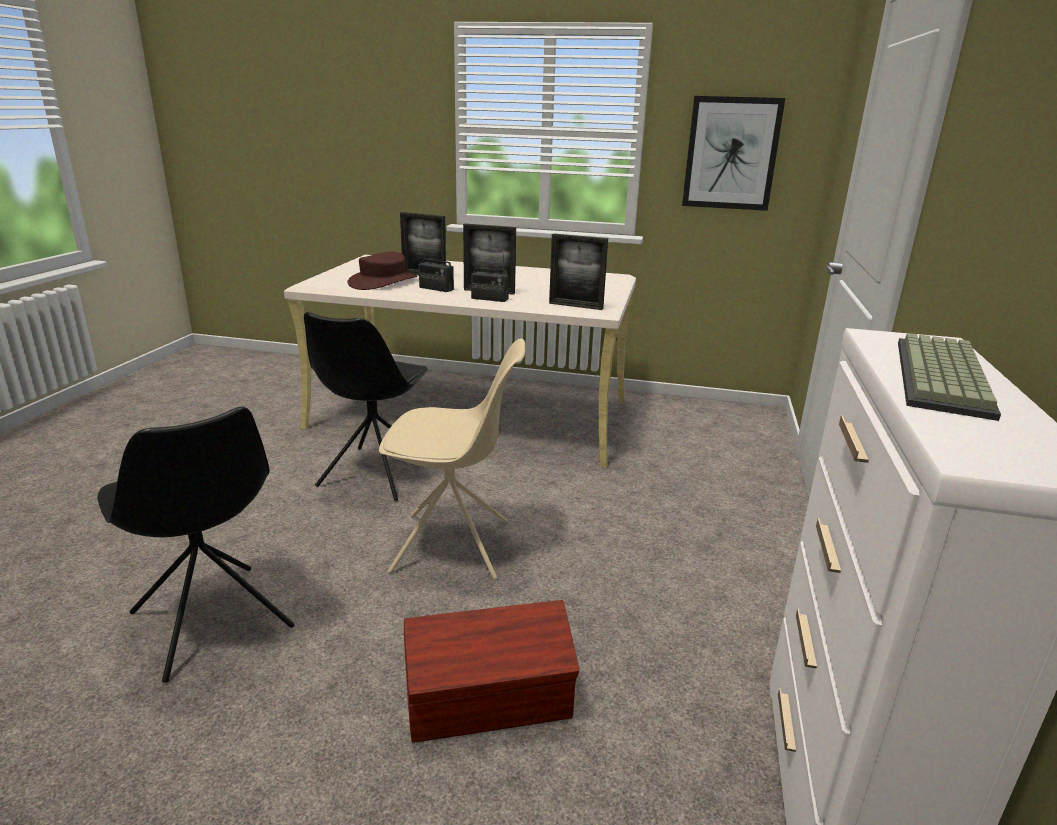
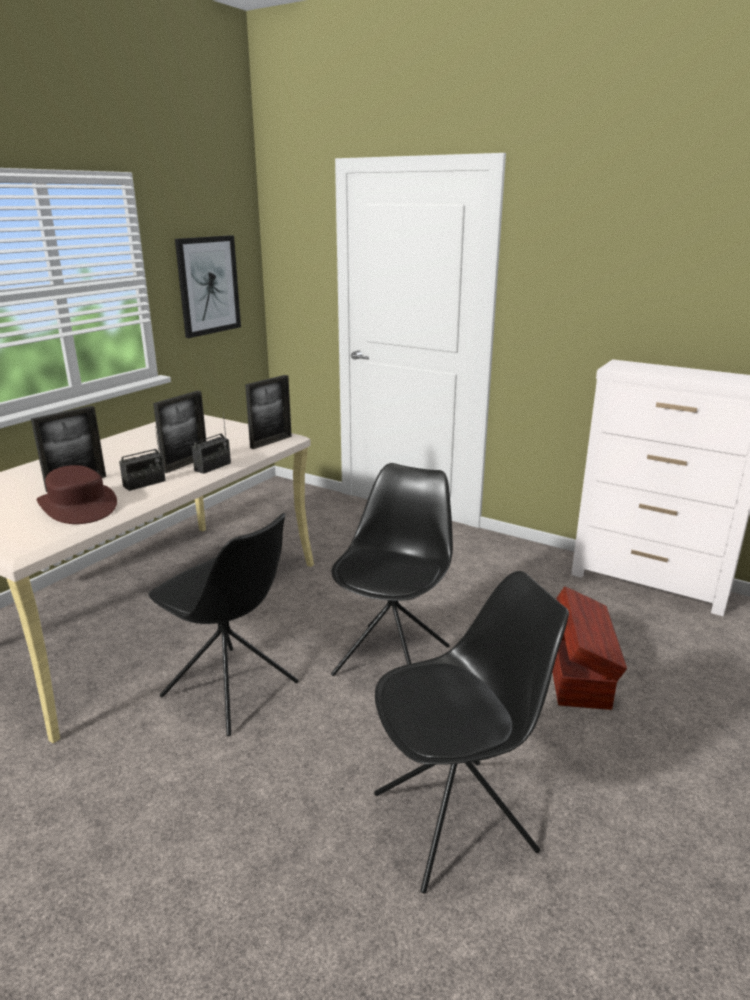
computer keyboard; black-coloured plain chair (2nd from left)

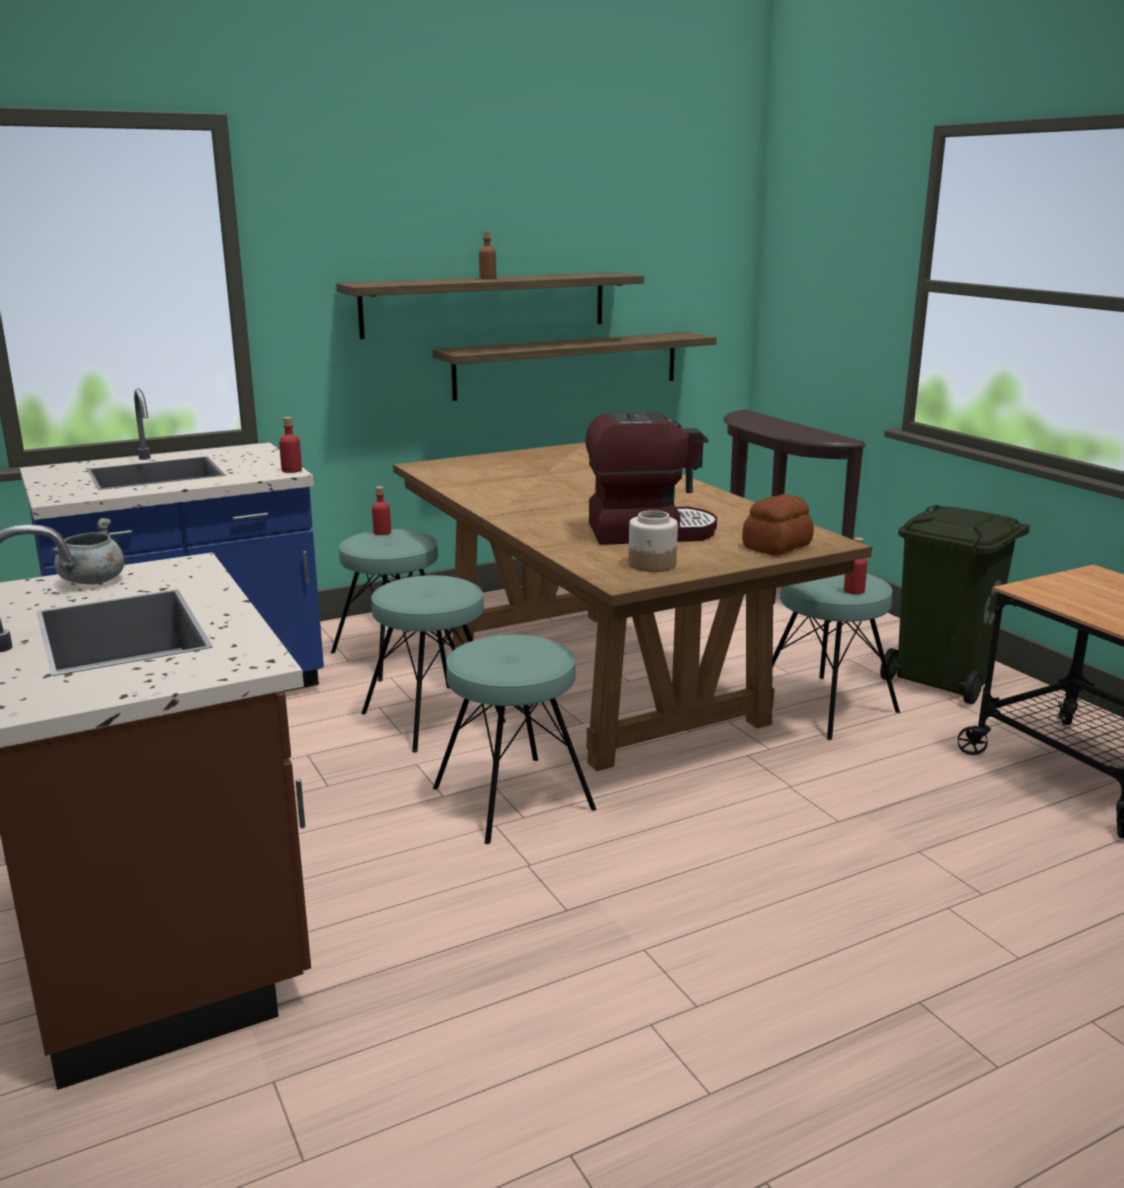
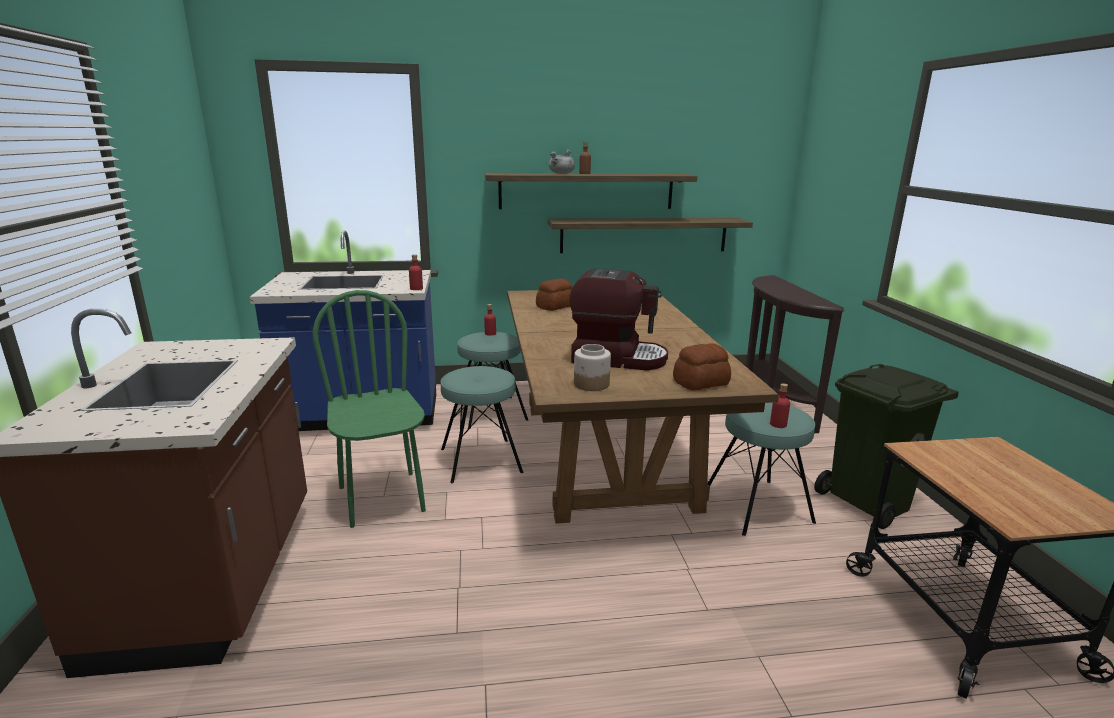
turquoise-coloured sitting stool (3rd from left in the first image); green plain chair; baked bread (1st from left); greyish cooking pot

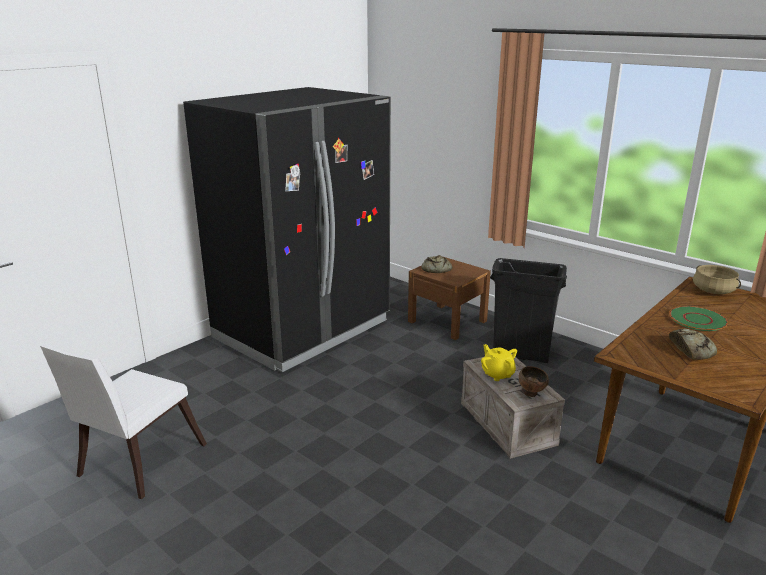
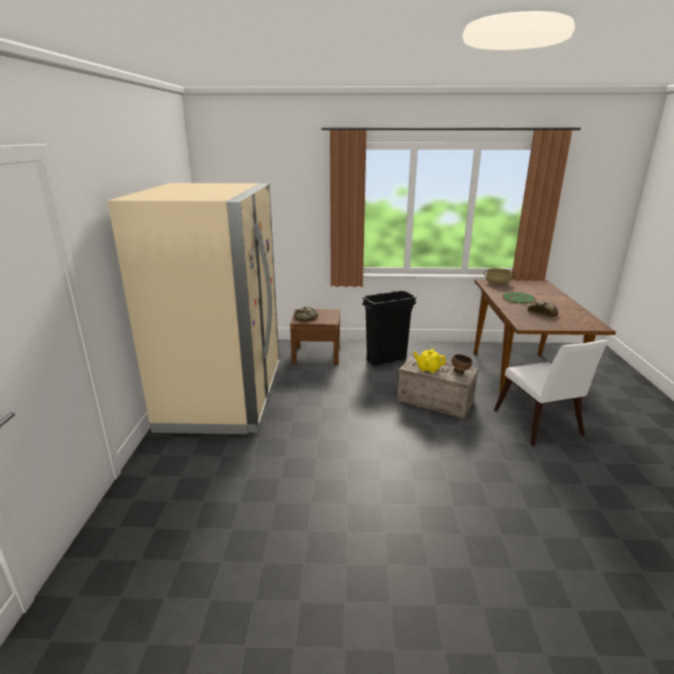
white plain chair; sand-coloured fridge

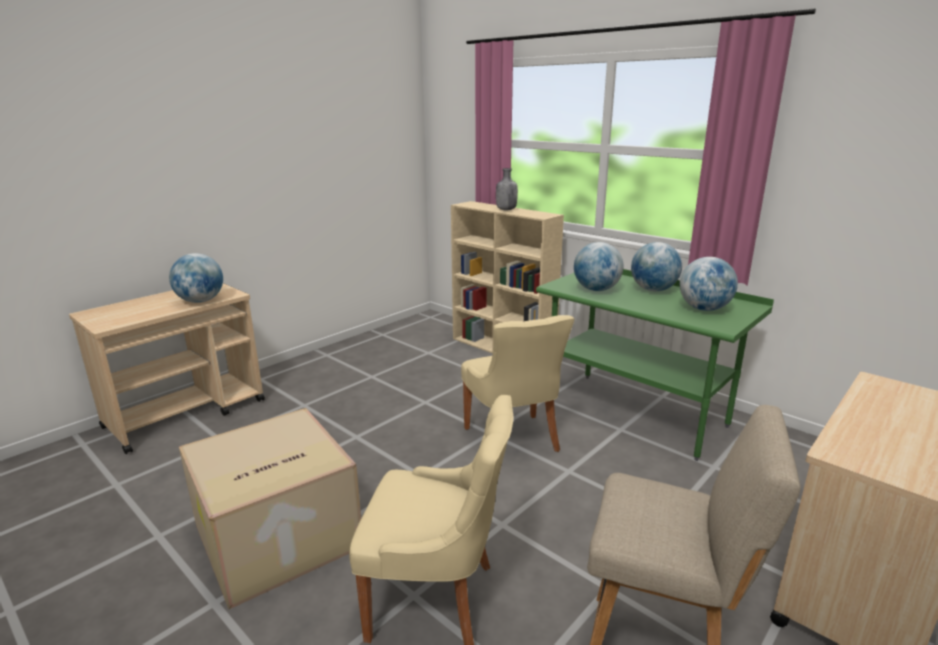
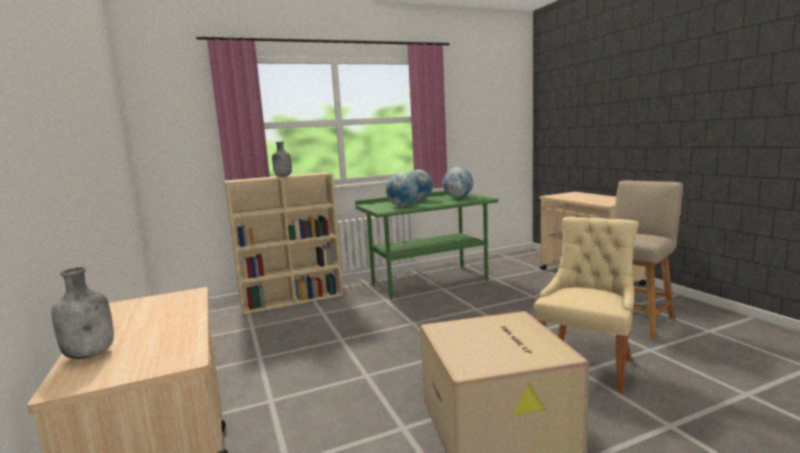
world globe (1st from left in the first image); sand-coloured plain chair (2nd from left in the first image); greyish drink bottle (1st from left)

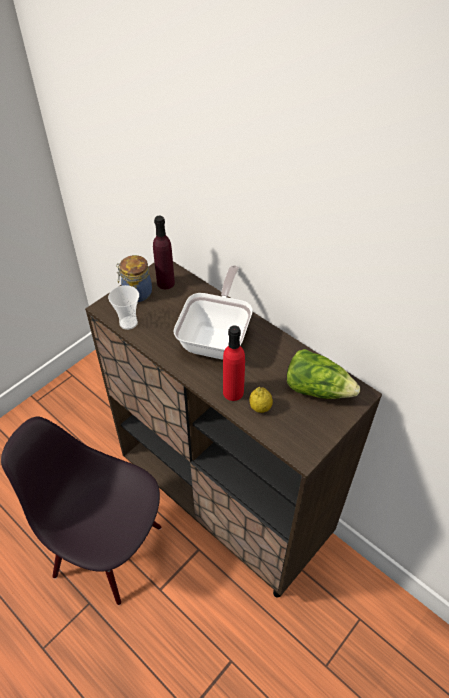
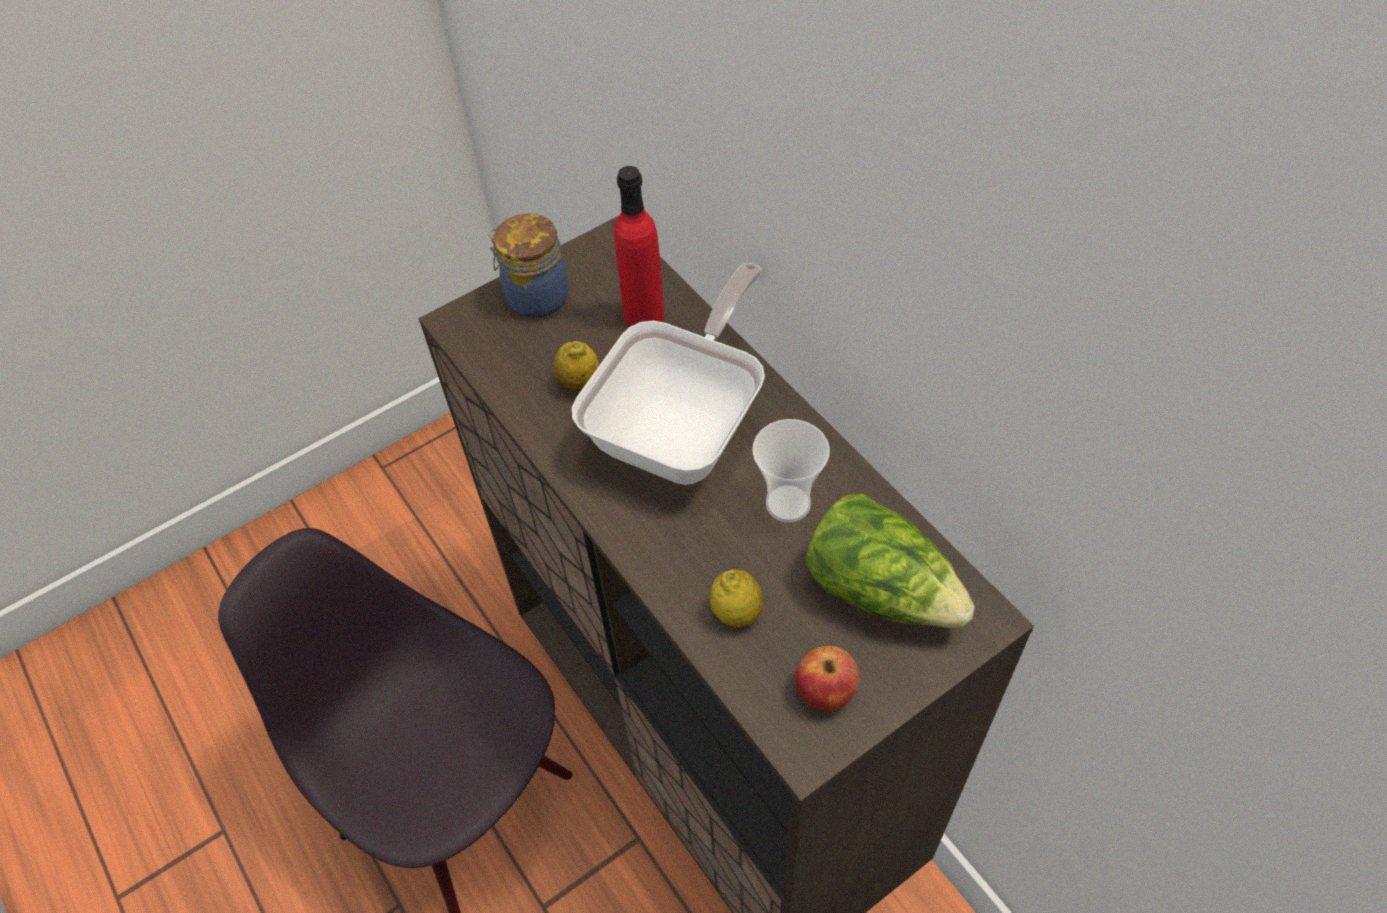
purple drink bottle; citrus fruit (1st from left); apple fruit; cup; red-coloured drink bottle

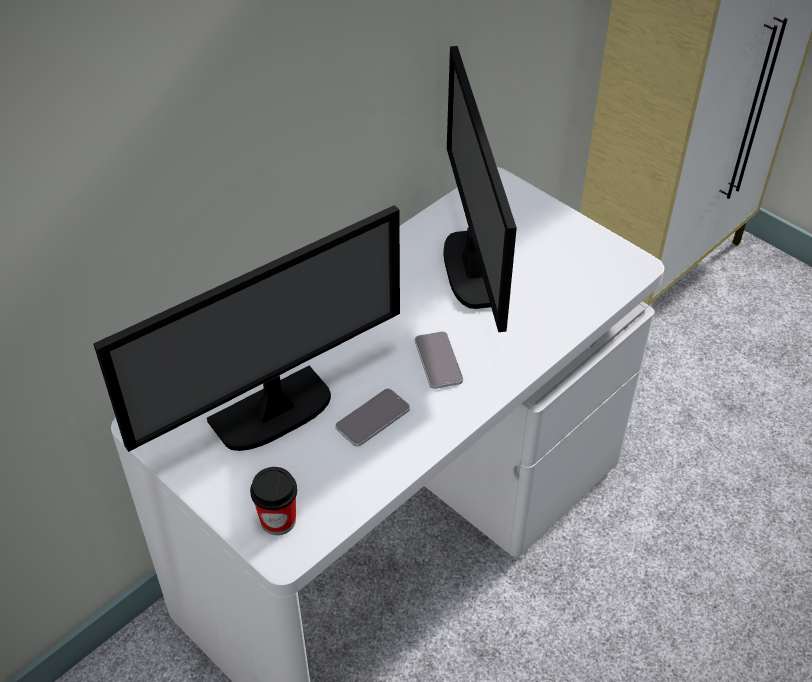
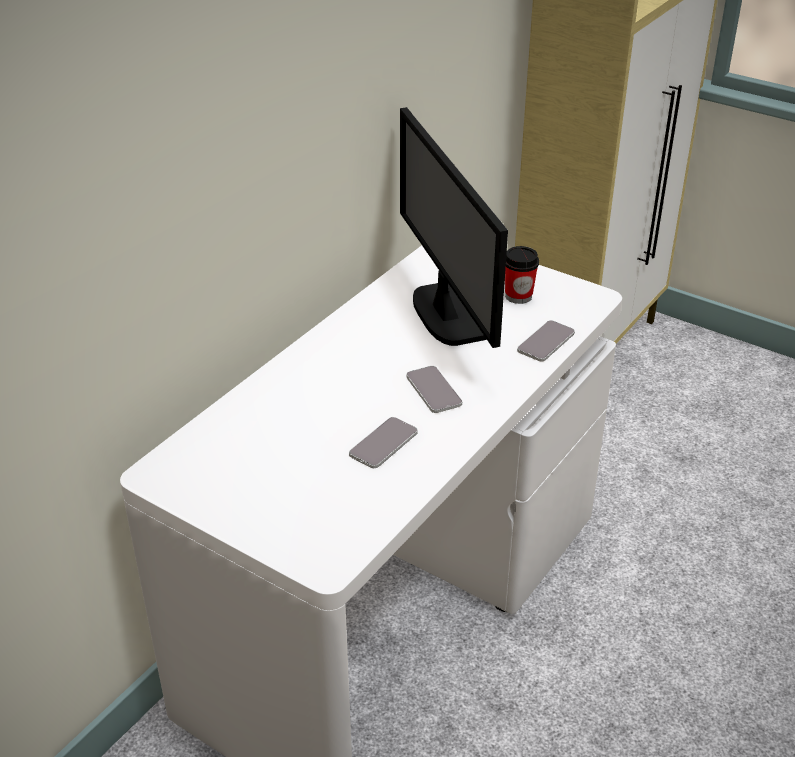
computer screen (1st from left in the first image); phone (3rd from left); cup

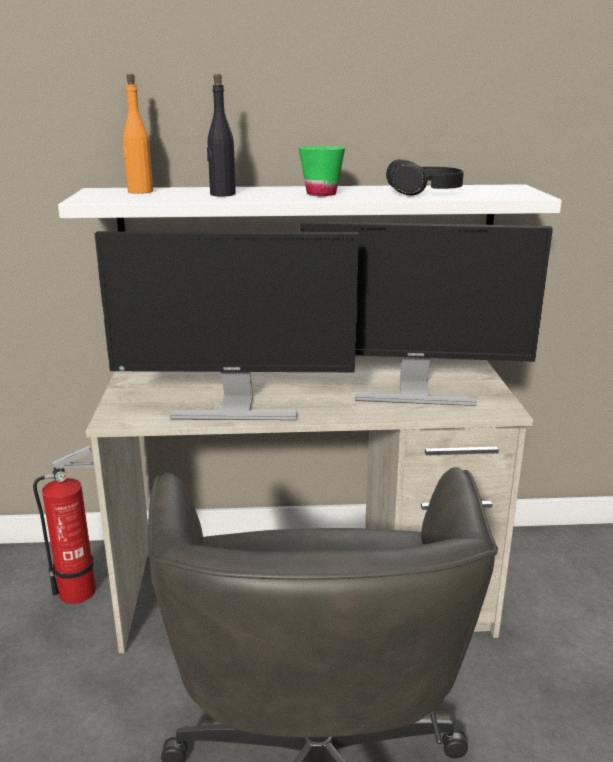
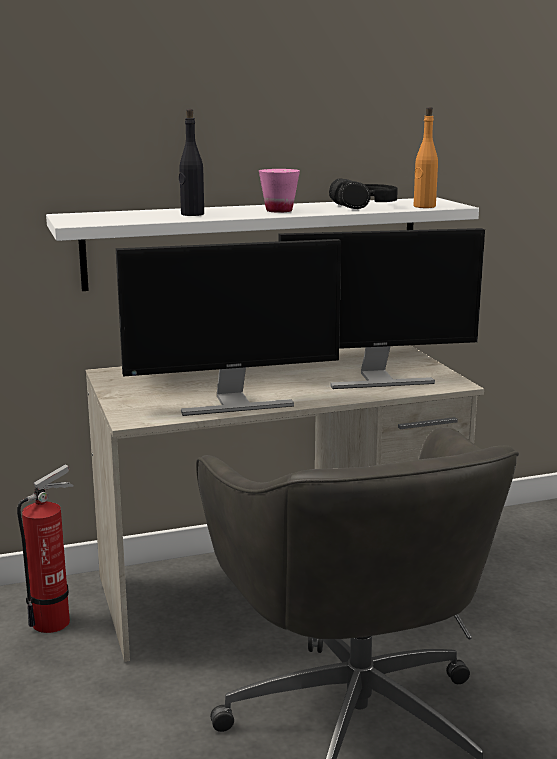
orangey drink bottle; pinkish cup

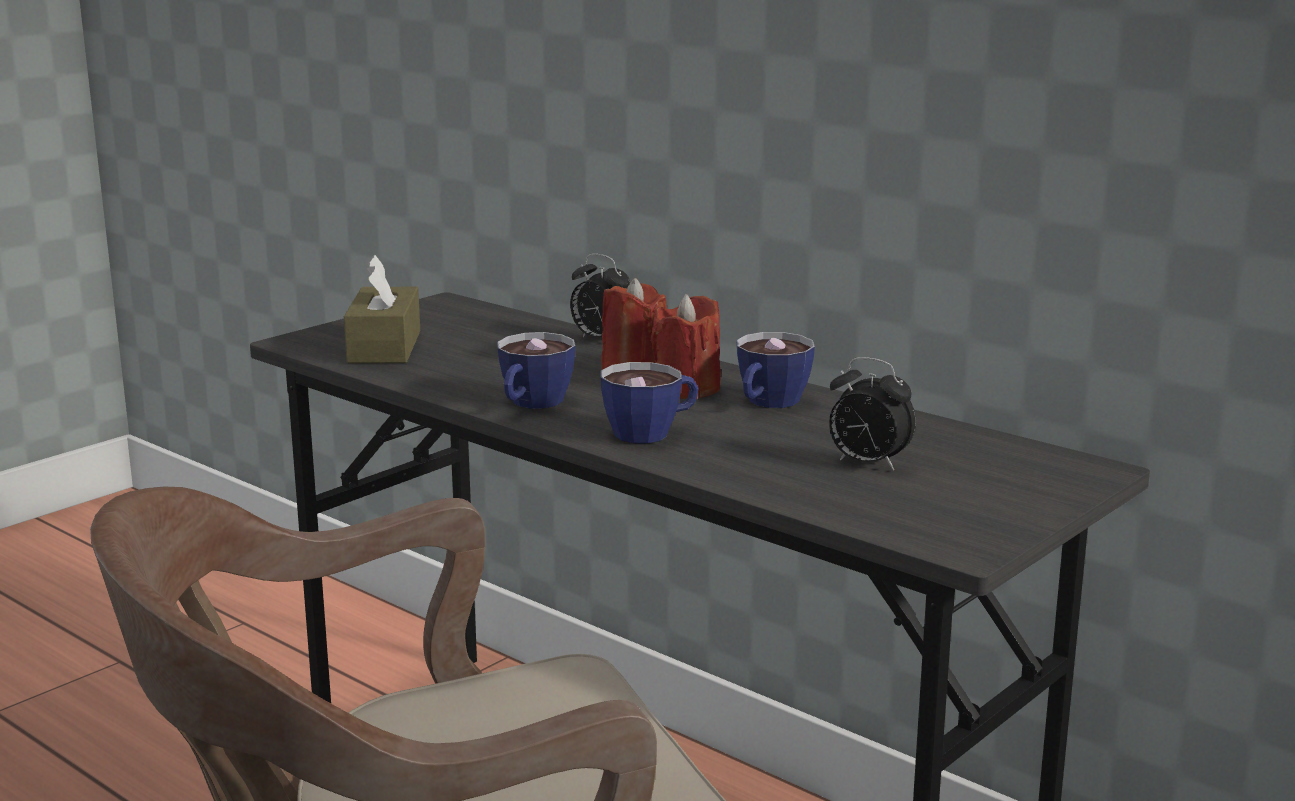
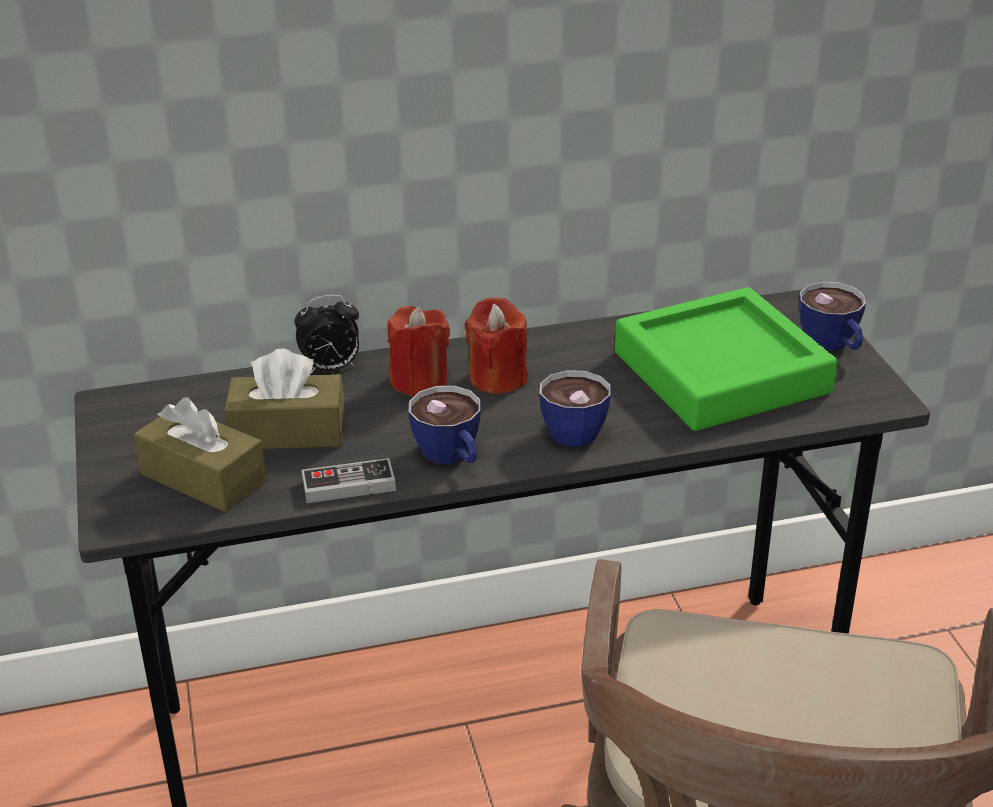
brown-coloured tissue holder (2nd from left); joypad; cup (3rd from left); green tray

